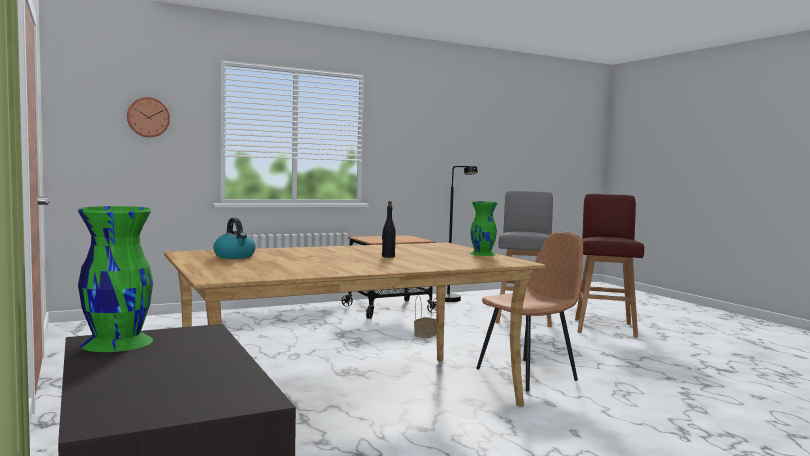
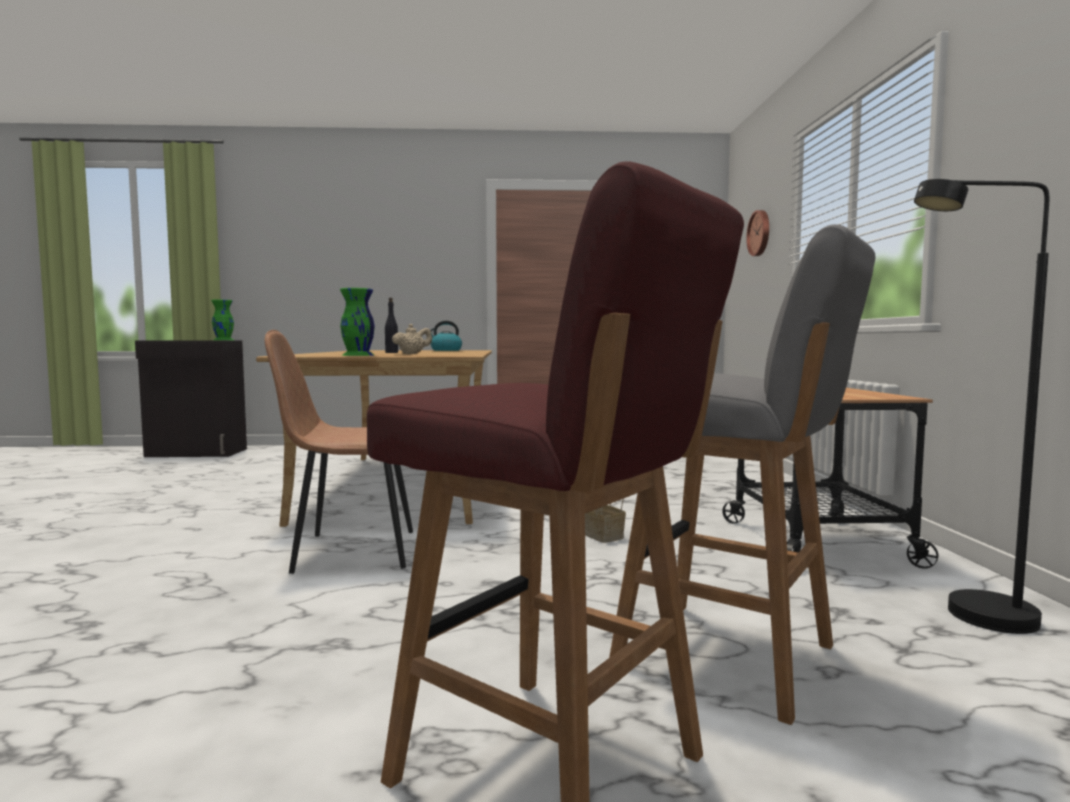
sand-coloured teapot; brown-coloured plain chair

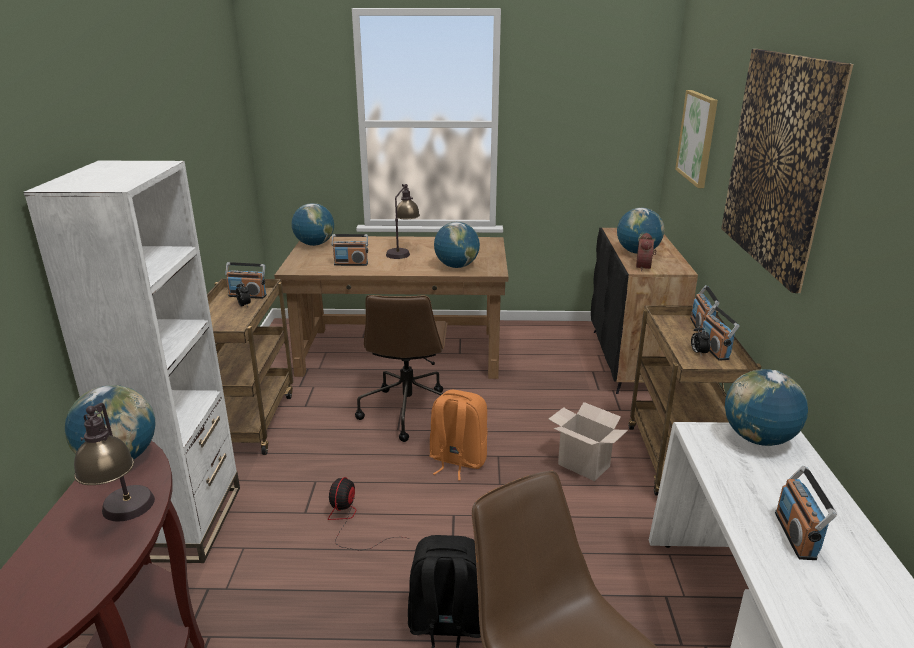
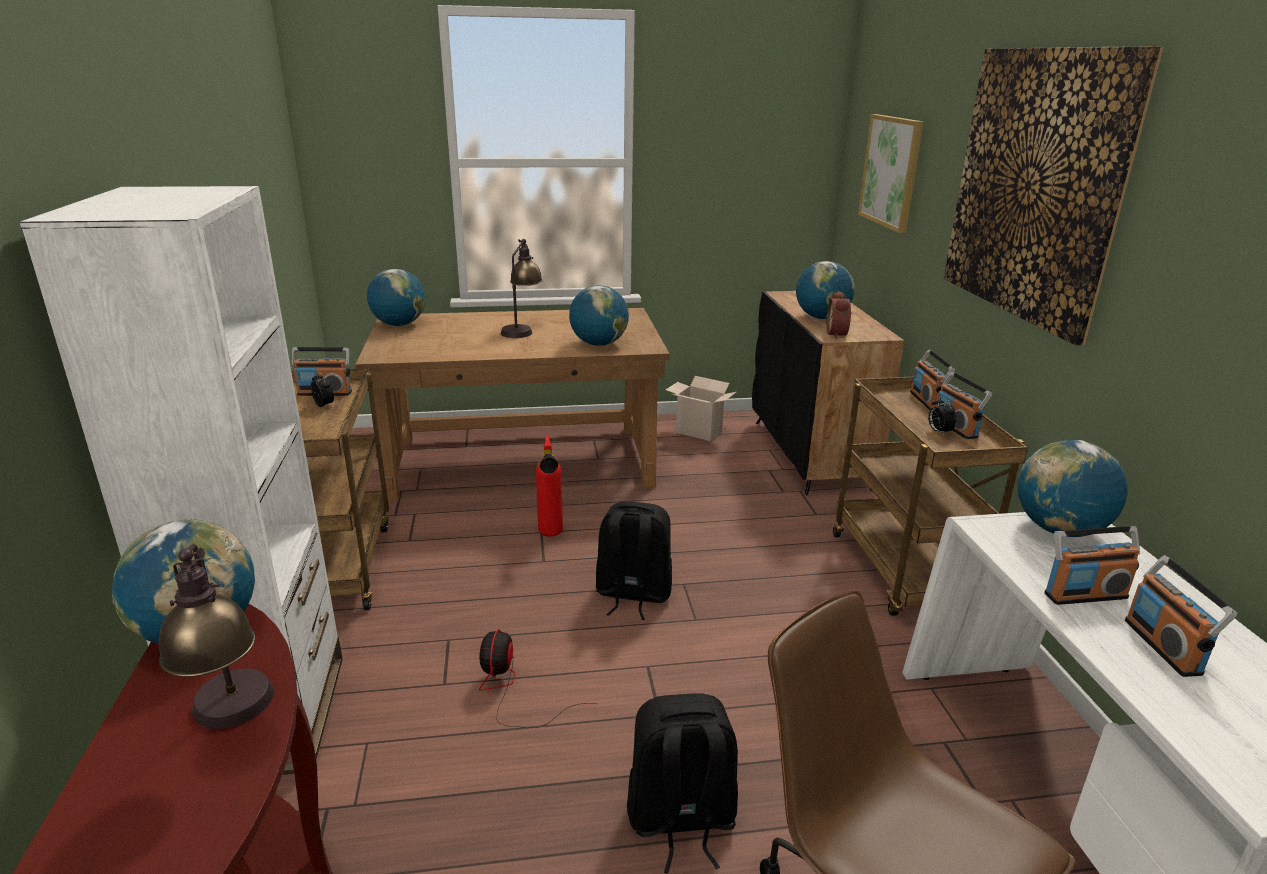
radio (4th from left); cardboard box; extinguisher; black-coloured knapsack (1st from left)

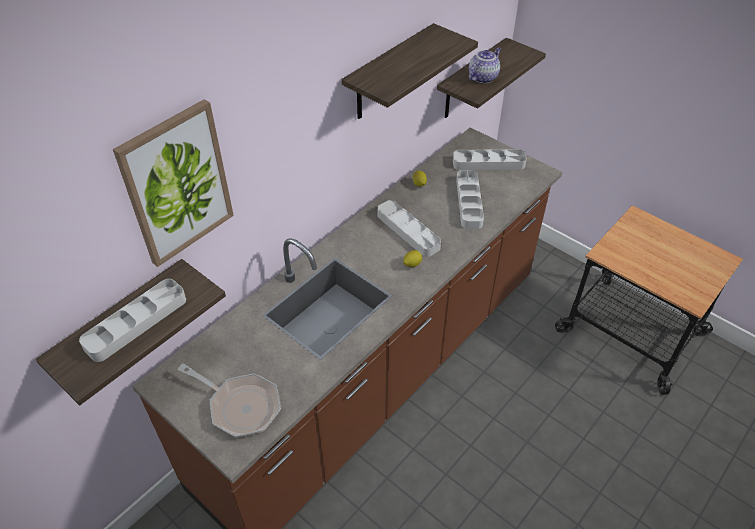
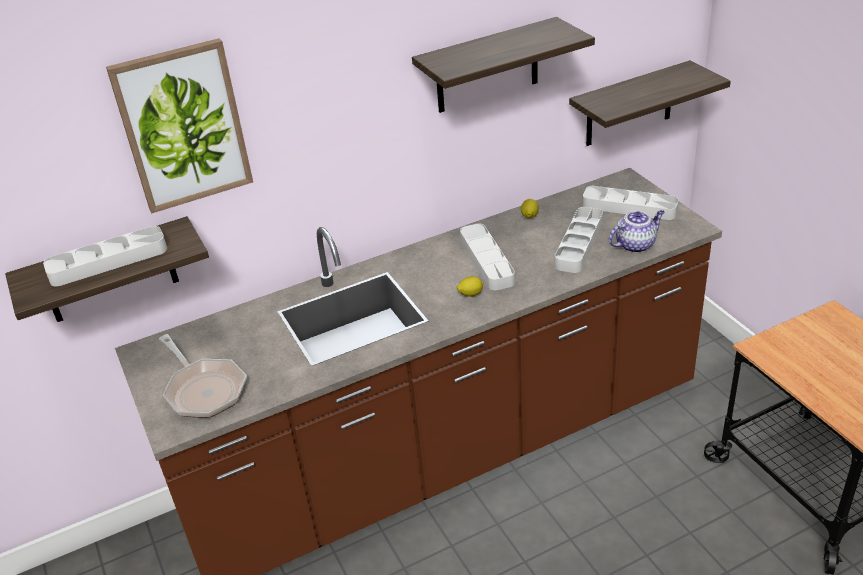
teapot

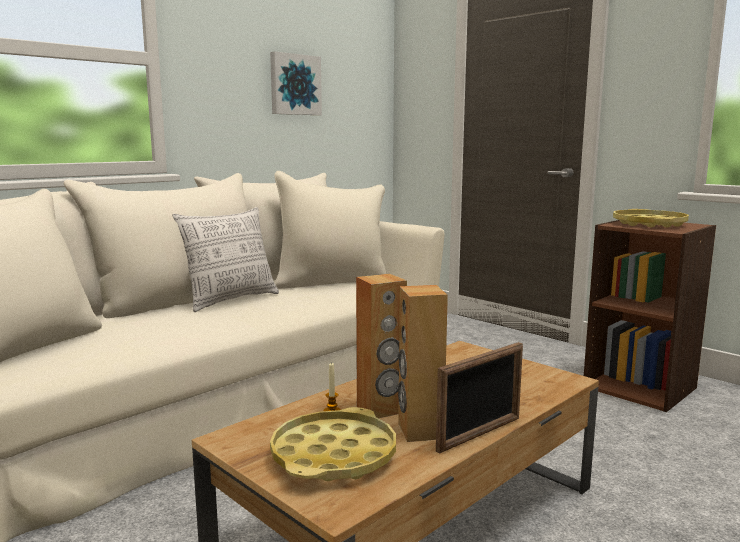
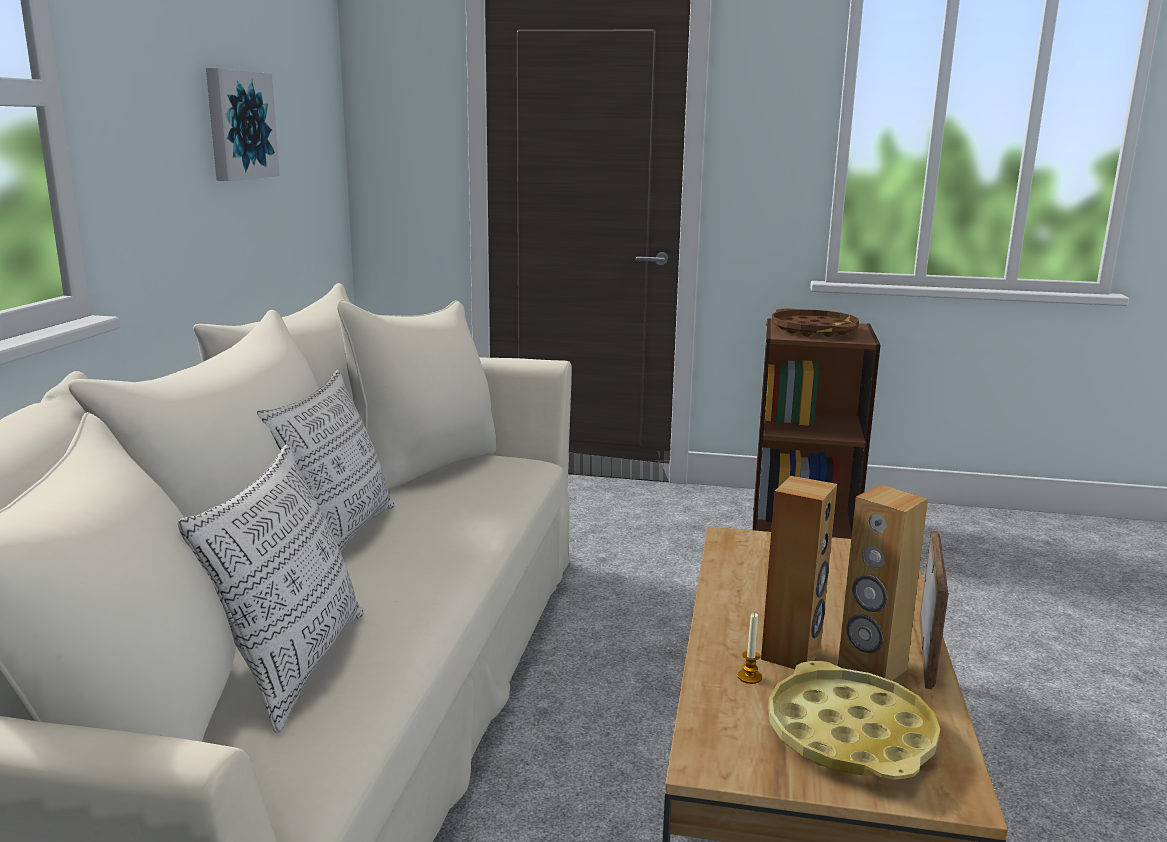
cushion (1st from left); brown-coloured tray

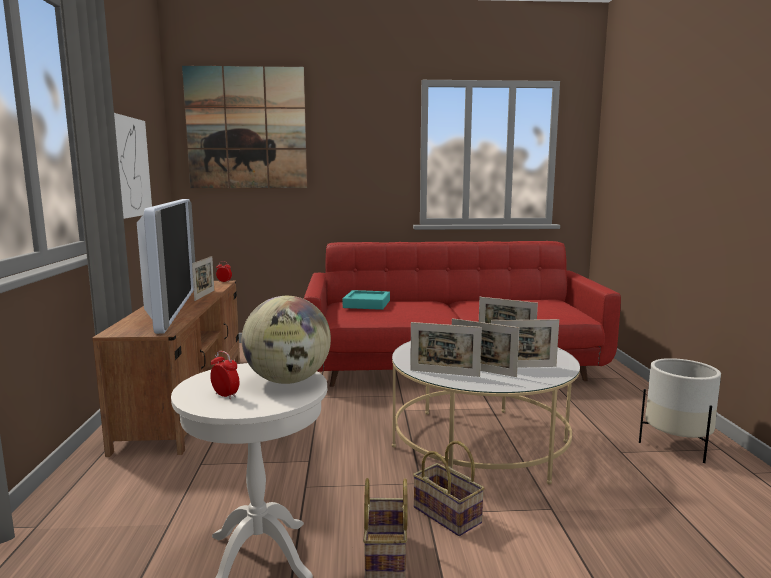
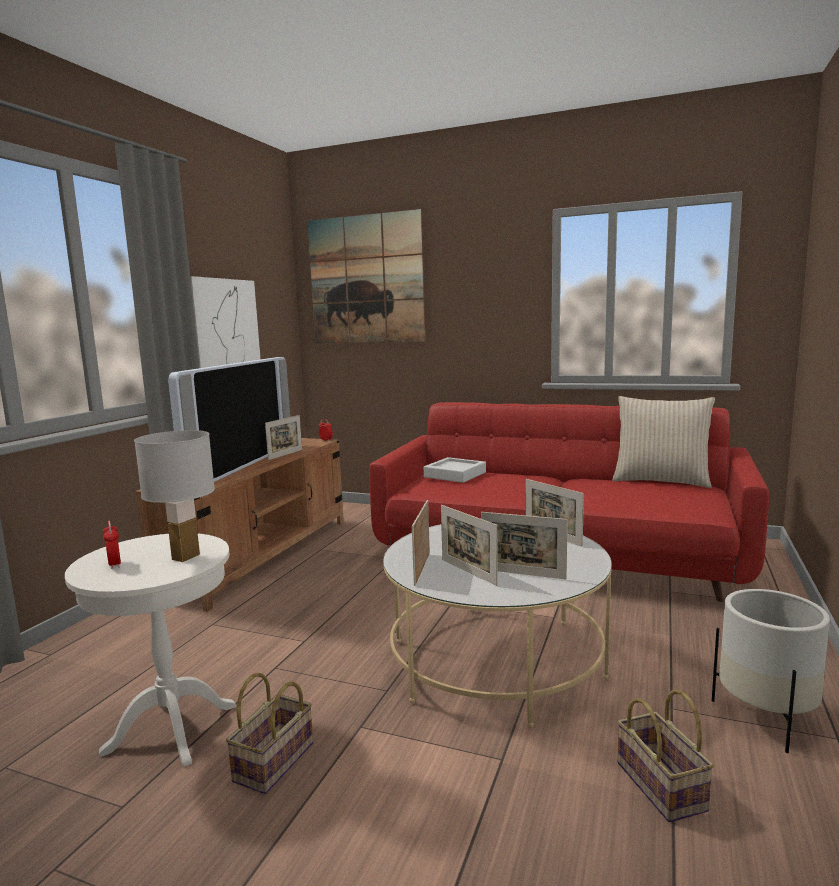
sand-coloured cushion; basket (2nd from left); white lamp for a table; greyish tray; standing frame (2nd from left)

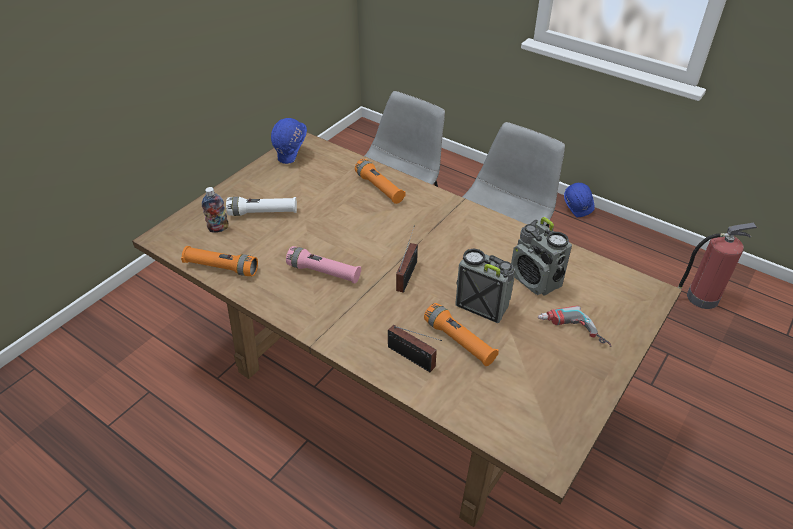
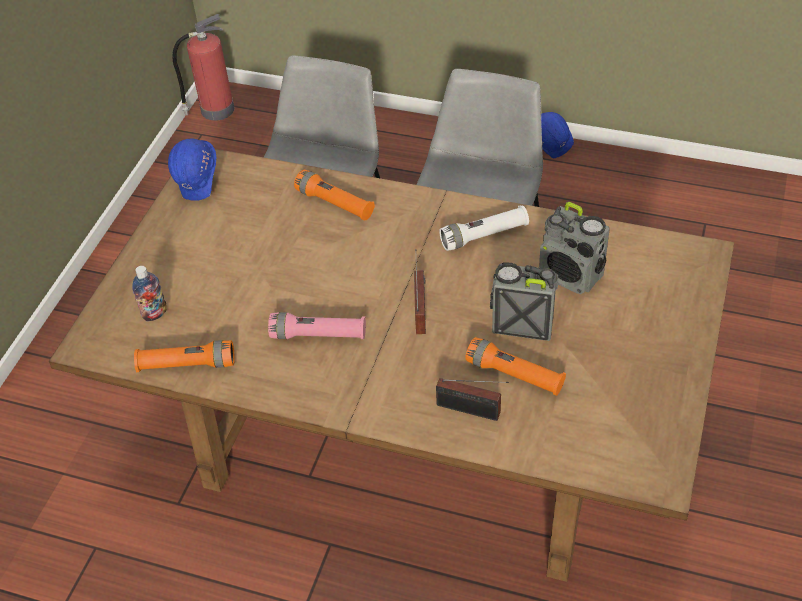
power drill; white torch; extinguisher

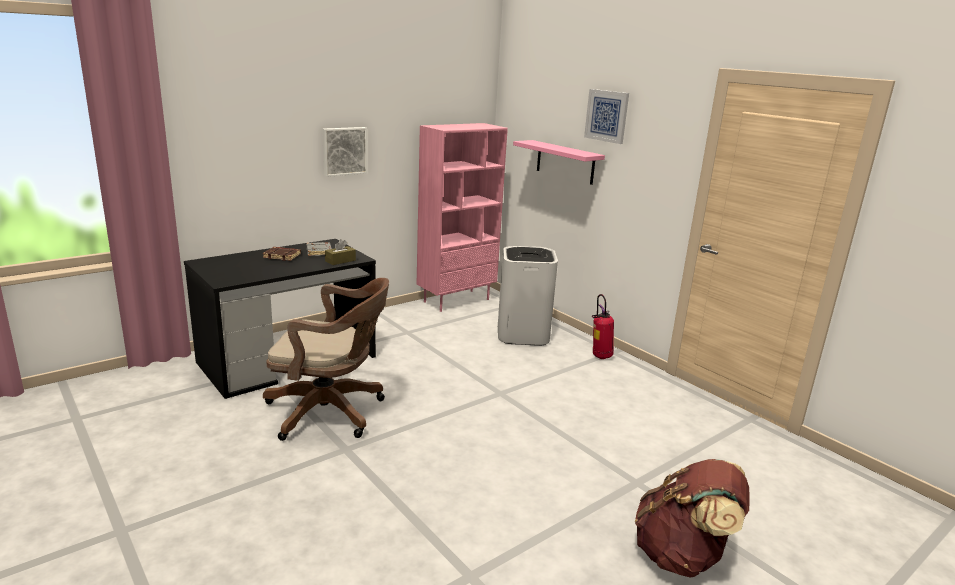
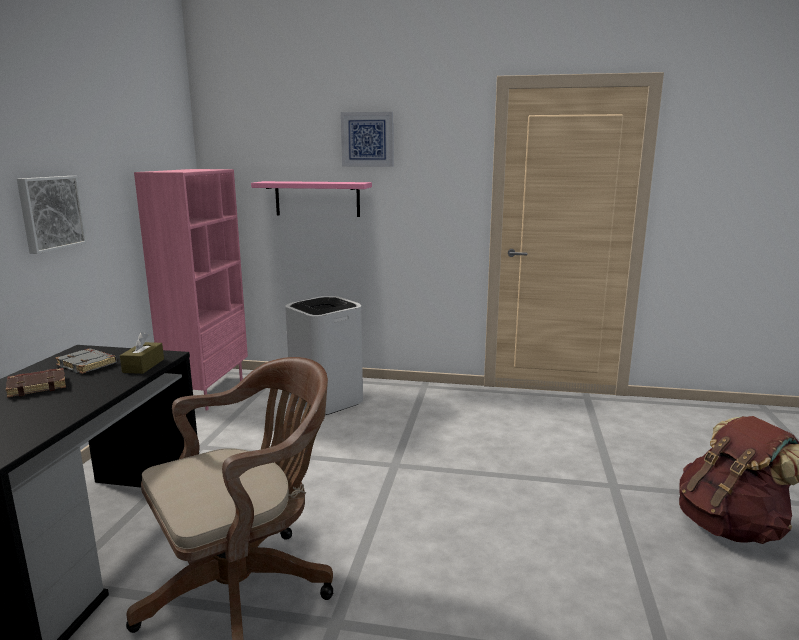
extinguisher

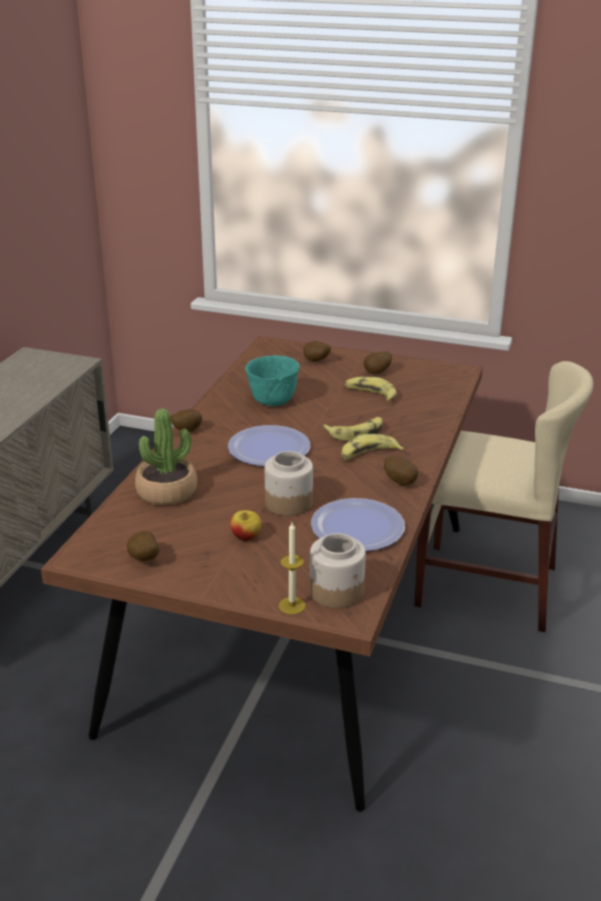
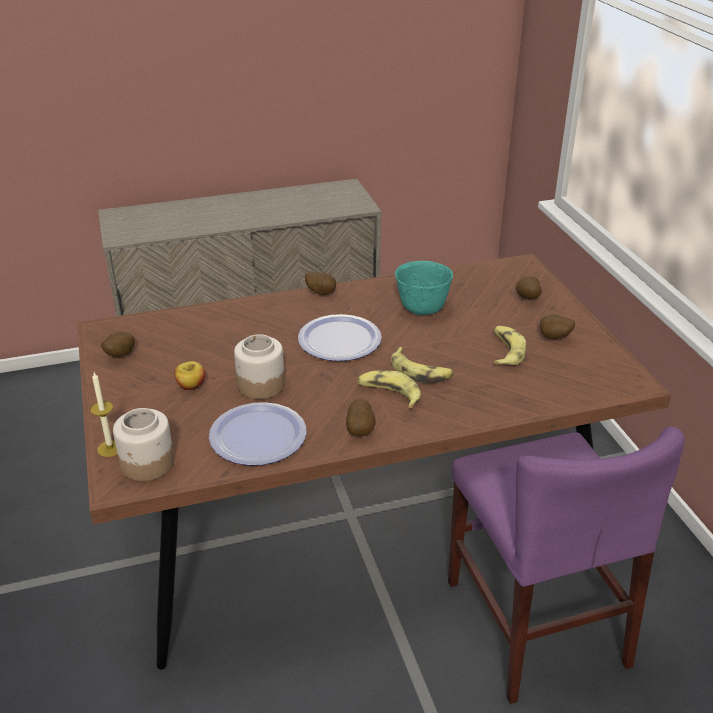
plant in a pot; purple plain chair

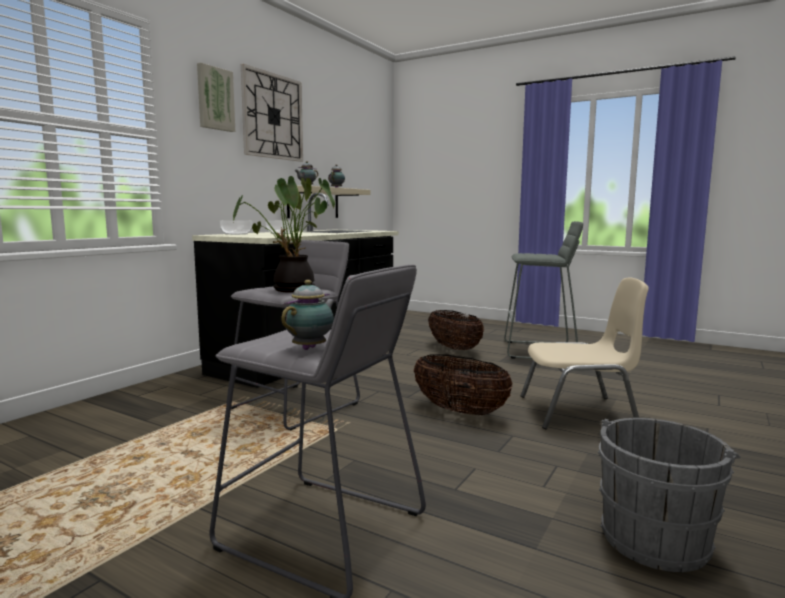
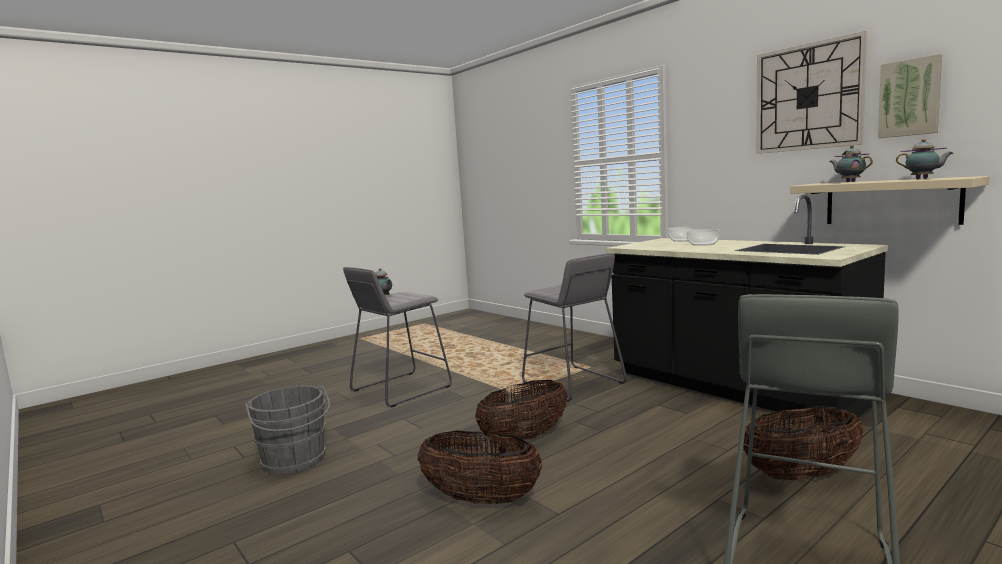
plant in a pot; wall picture; basket (1st from left)

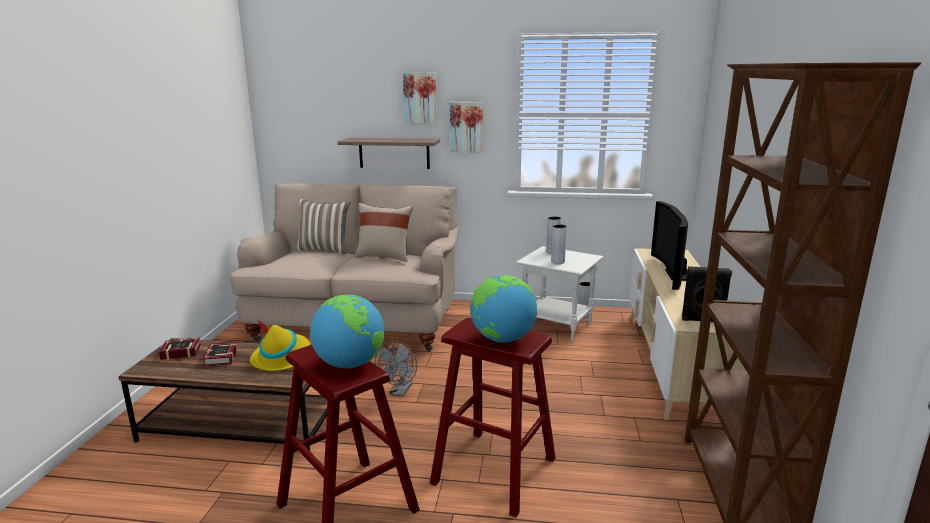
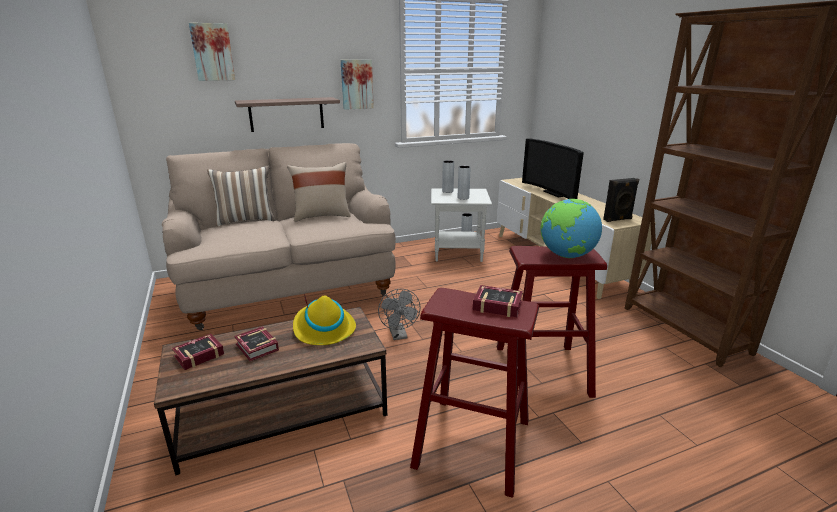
wall picture (1st from left); book (3rd from left)

